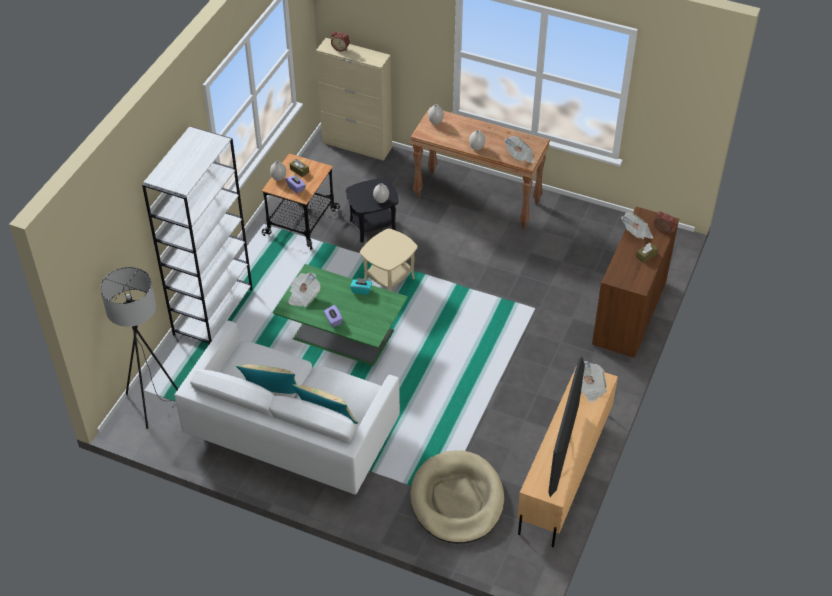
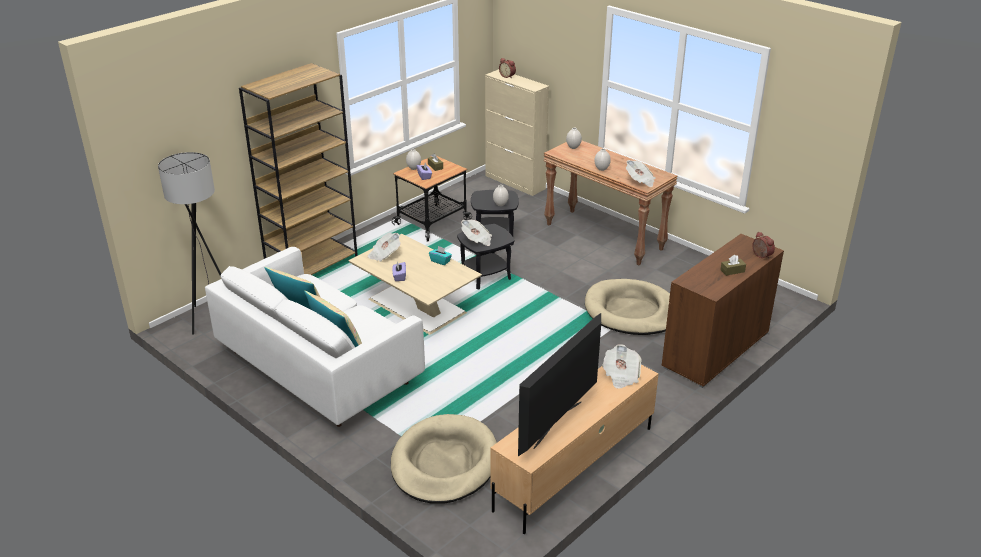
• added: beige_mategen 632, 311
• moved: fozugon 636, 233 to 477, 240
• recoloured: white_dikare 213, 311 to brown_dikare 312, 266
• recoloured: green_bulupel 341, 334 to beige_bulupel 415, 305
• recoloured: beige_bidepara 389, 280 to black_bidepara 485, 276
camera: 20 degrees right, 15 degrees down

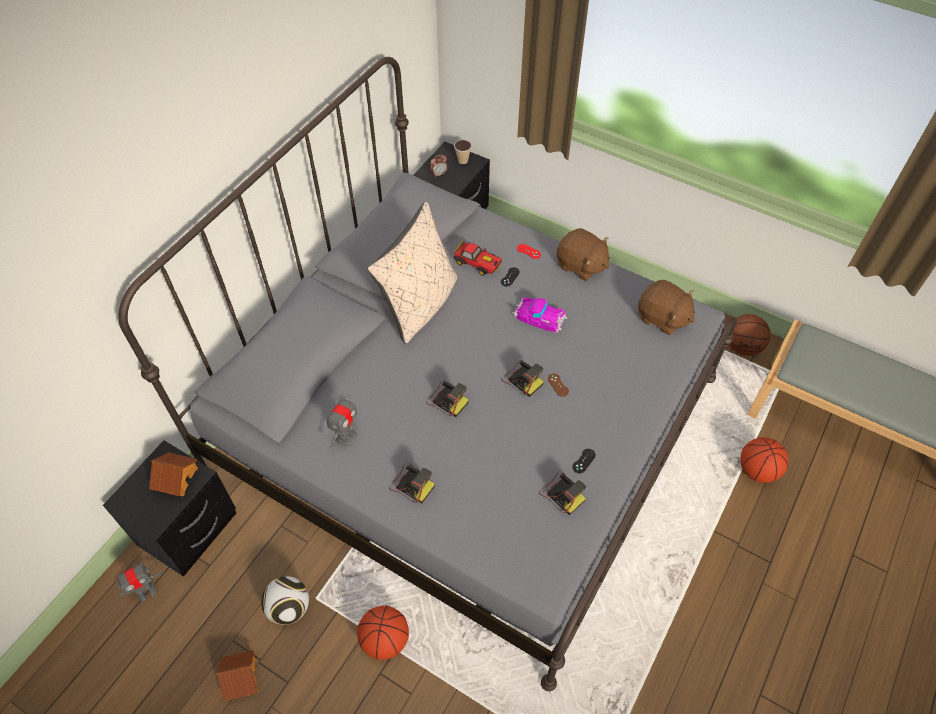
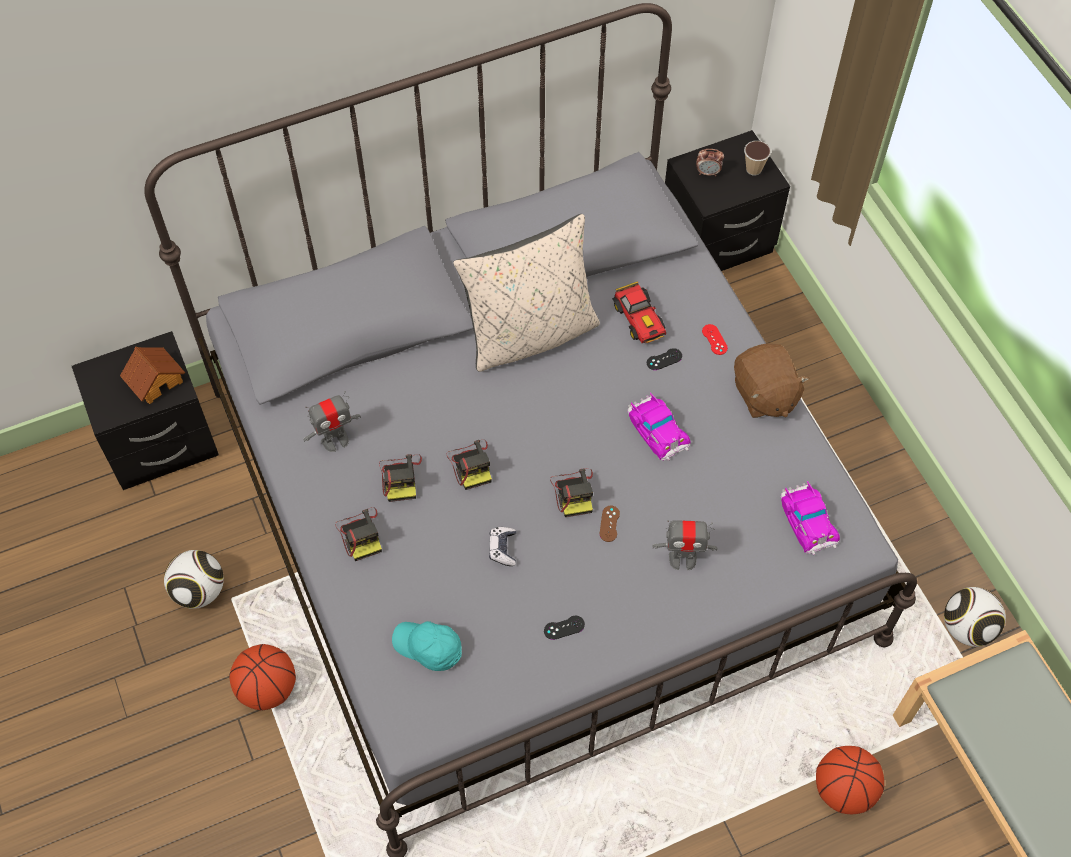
• removed: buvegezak 240, 677
• added: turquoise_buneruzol 428, 648
• added: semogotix 502, 548
• moved: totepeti 146, 591 to 682, 559
• moved: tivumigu 562, 493 to 401, 477
• replaced: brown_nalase 662, 318 to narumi 808, 520
• replaced: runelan 743, 347 to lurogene 967, 628
camera: 35 degrees right, 5 degrees up

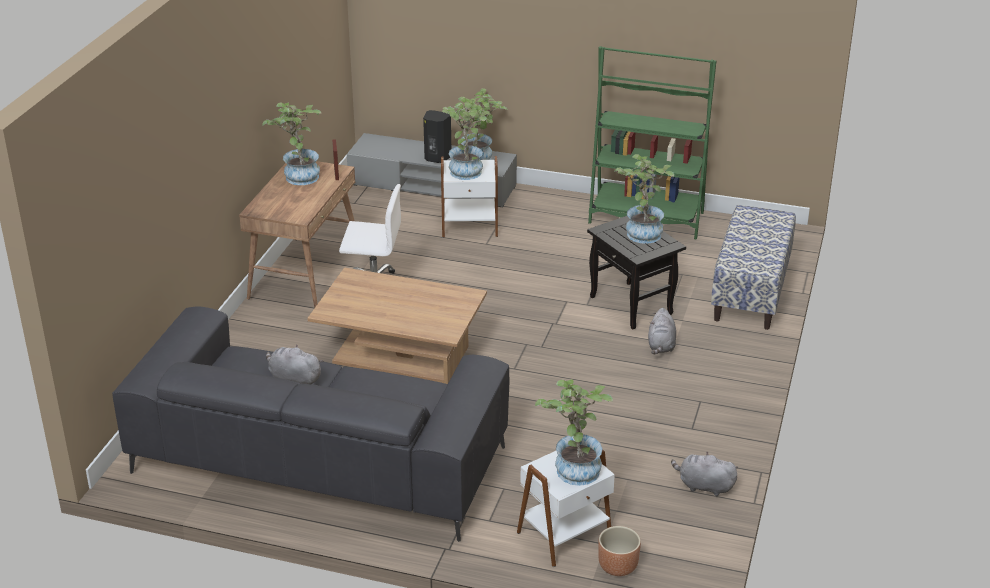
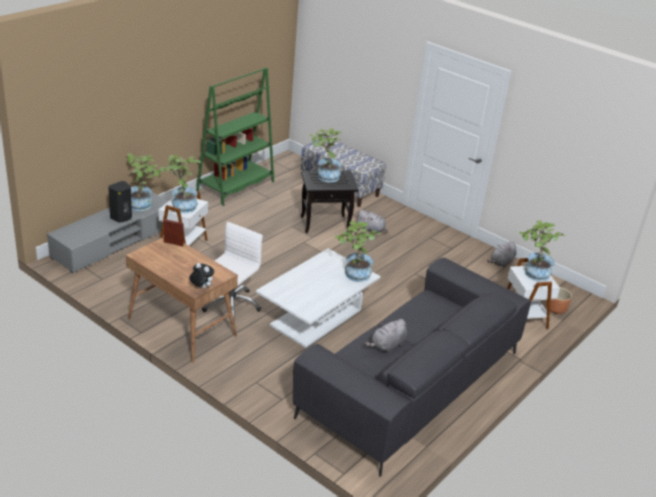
• added: nalase 201, 287
• moved: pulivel 298, 175 to 354, 275
• recoloured: brown_bulupel 400, 354 to white_bulupel 316, 318
camera: 70 degrees left, 0 degrees up

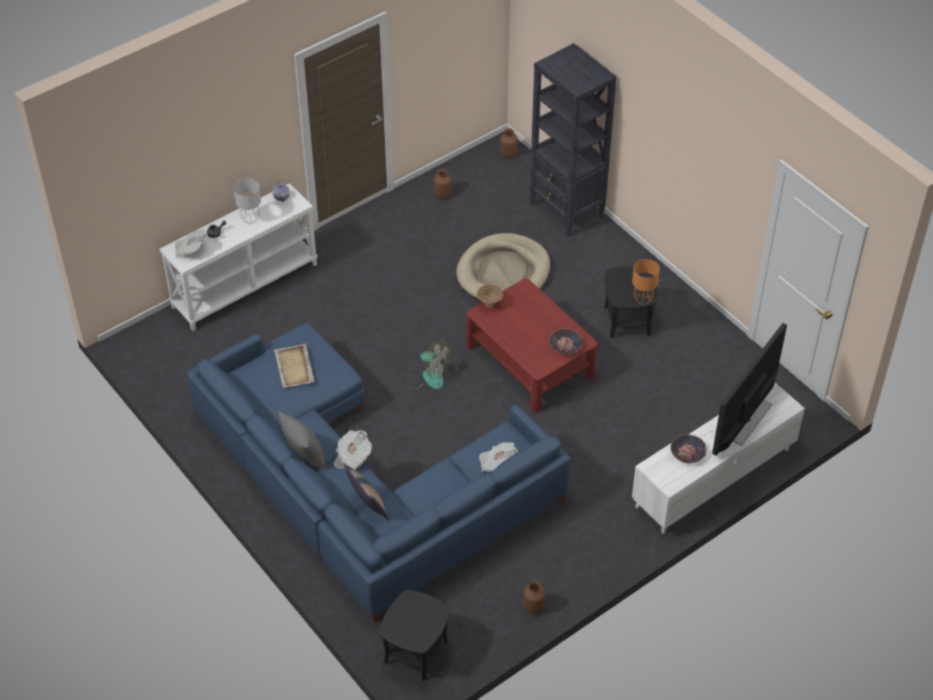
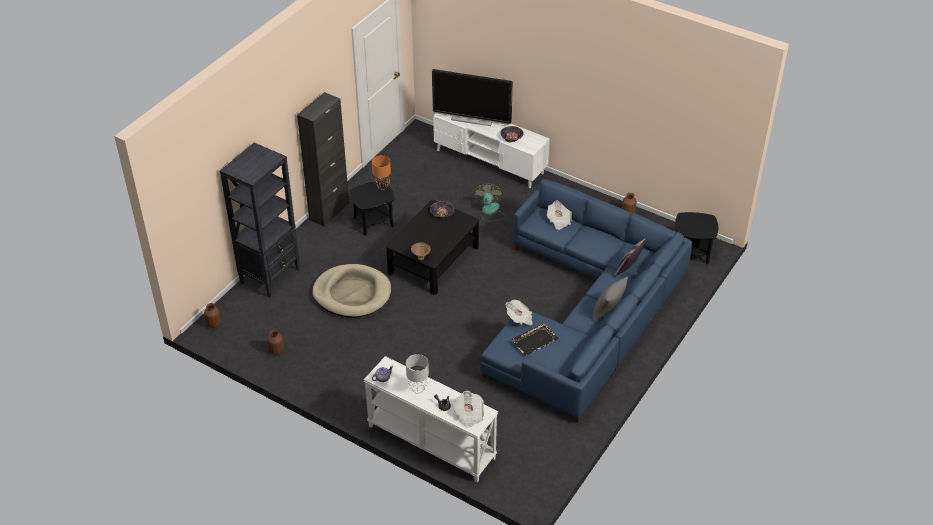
• added: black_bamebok 329, 211
• moved: fozugon 351, 457 to 519, 318
• moved: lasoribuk 427, 376 to 490, 212
• recoloured: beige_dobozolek 294, 368 to black_dobozolek 535, 340
• recoloured: red_bulupel 529, 361 to black_bulupel 433, 260
camera: 110 degrees left, 5 degrees down

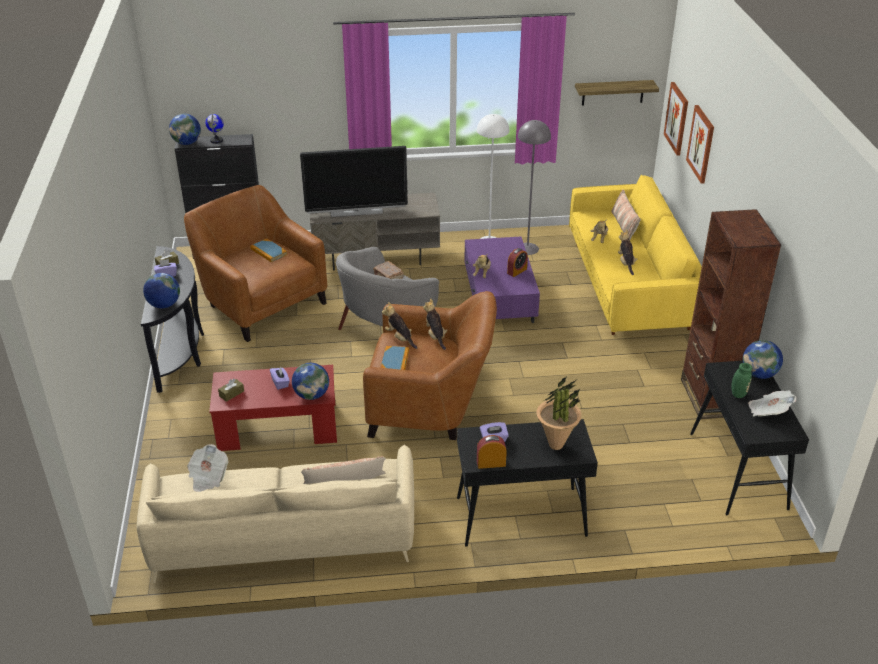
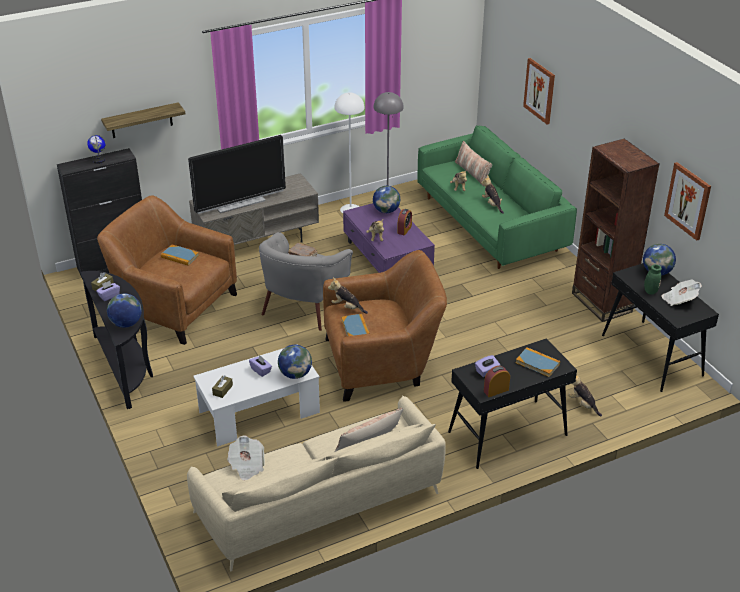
• moved: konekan 187, 143 to 386, 211
• moved: nalase 435, 336 to 583, 405
• moved: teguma 613, 92 to 141, 120
• moved: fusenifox 677, 118 to 688, 200
• replaced: pulivel 556, 444 to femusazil 537, 363
• recoloured: red_bulupel 277, 427 to white_bulupel 259, 412
• recoloured: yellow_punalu 630, 285 to green_punalu 490, 224
camera: 20 degrees left, 0 degrees up

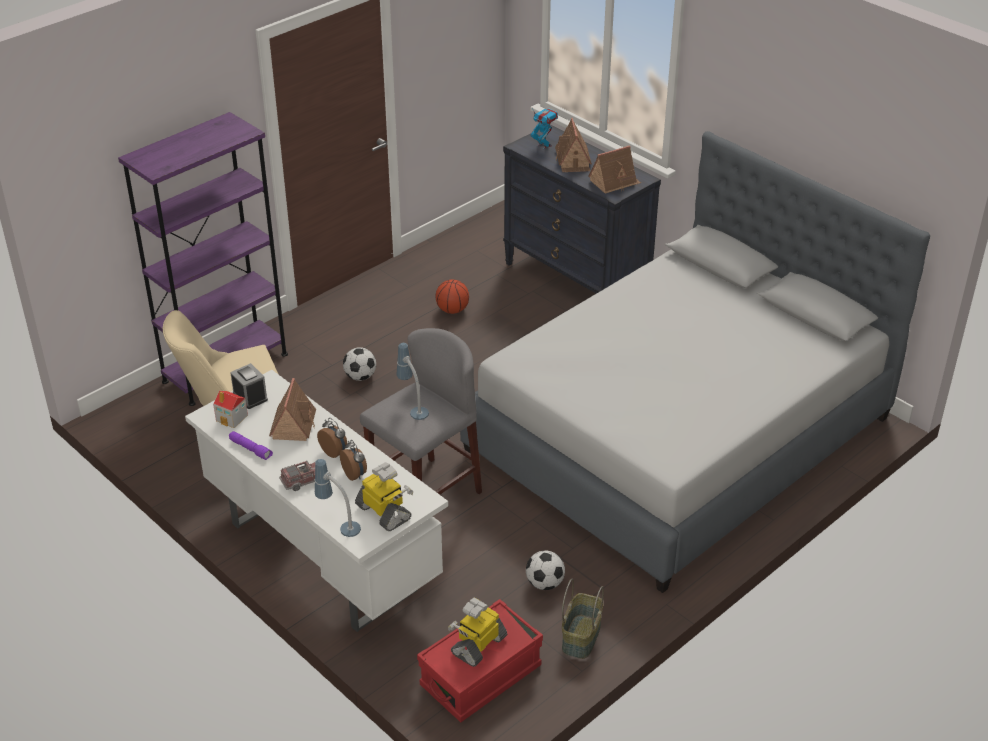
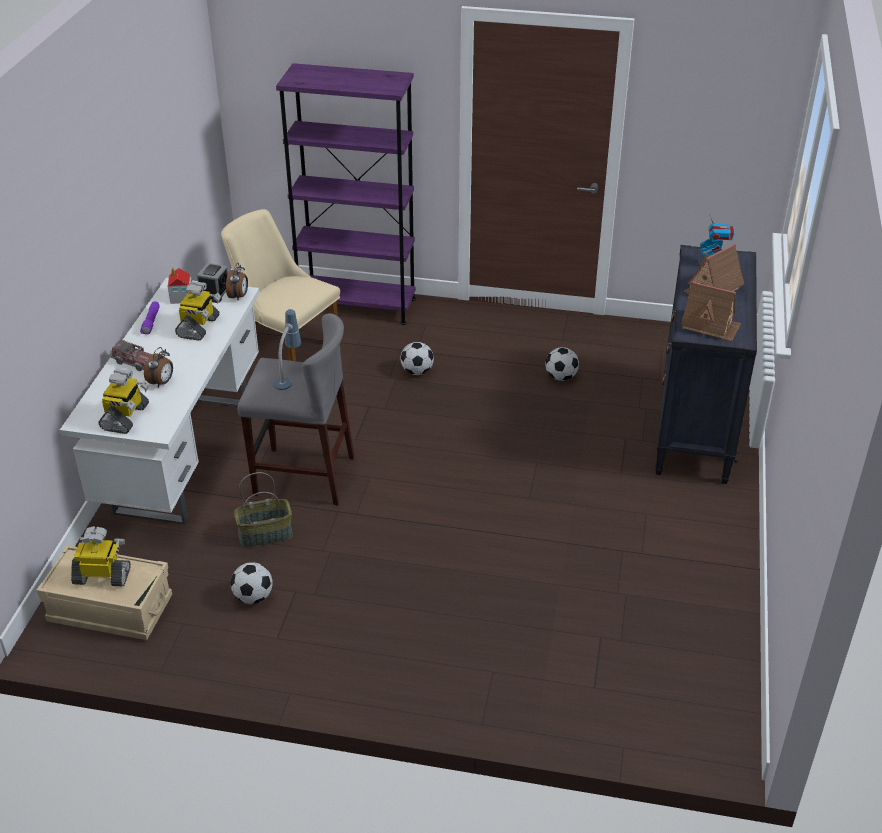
• removed: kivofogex 338, 524
• removed: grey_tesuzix 679, 435
• moved: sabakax 334, 452 to 239, 296
• moved: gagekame 580, 636 to 266, 534
• replaced: buvegezak 293, 424 to totepeti 199, 327
• replaced: runelan 452, 310 to lurogene 561, 377
• recoloured: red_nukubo 480, 676 to beige_nukubo 110, 609
camera: 55 degrees right, 0 degrees up

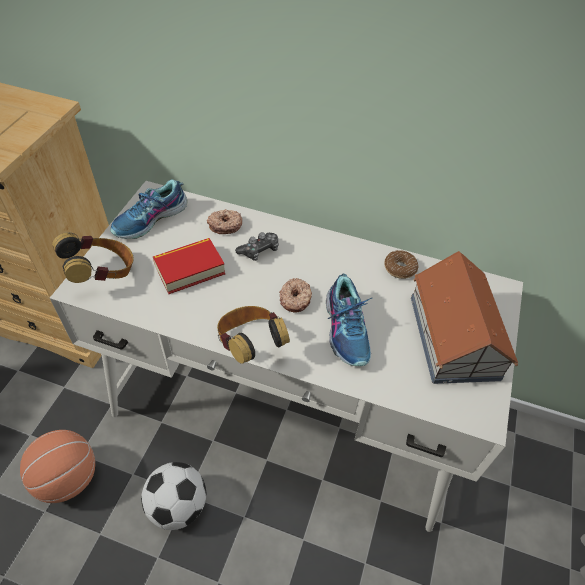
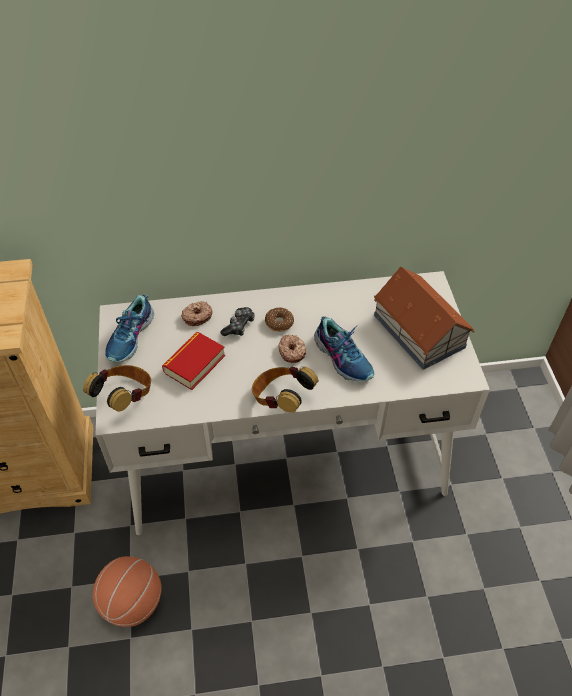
• removed: lurogene 178, 505
• moved: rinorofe 400, 268 to 279, 323
camera: 25 degrees left, 0 degrees up

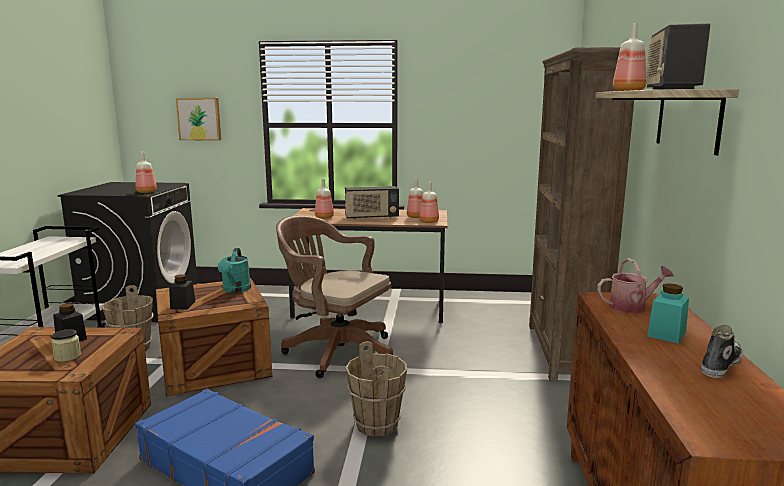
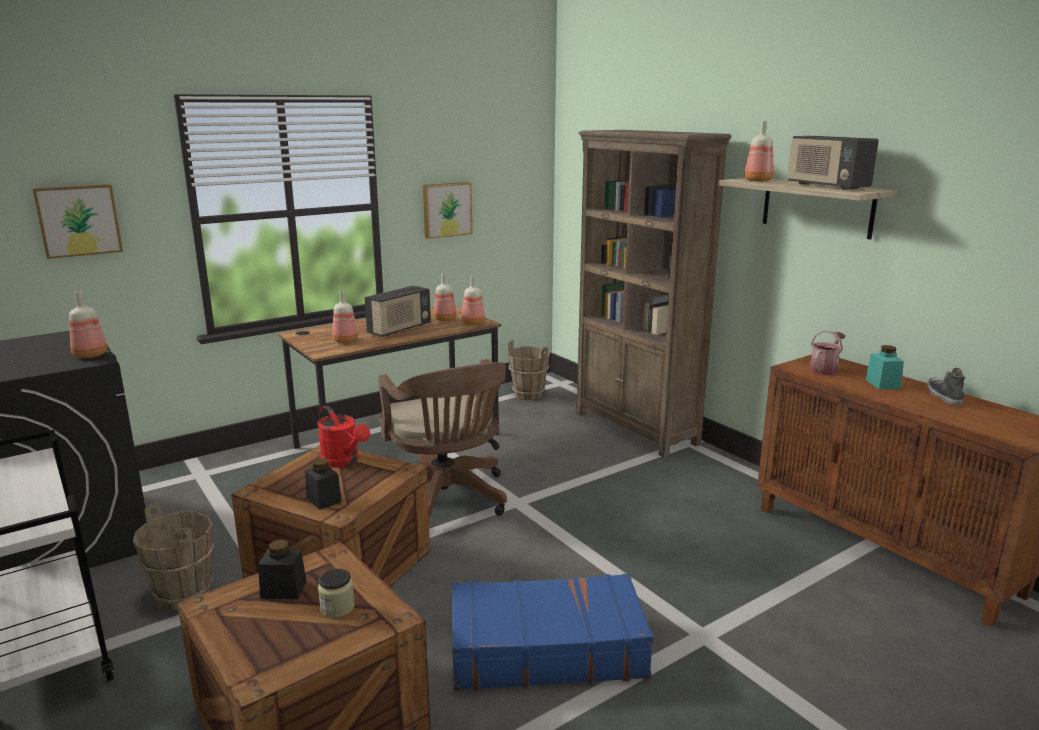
• added: fusenifox 446, 209
• moved: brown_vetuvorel 377, 424 to 528, 394
• recoloured: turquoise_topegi 235, 290 to red_topegi 344, 461
• turned: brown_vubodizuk 335, 351 = 446, 500 105 degrees counterclockwise
camera: 40 degrees left, 5 degrees up

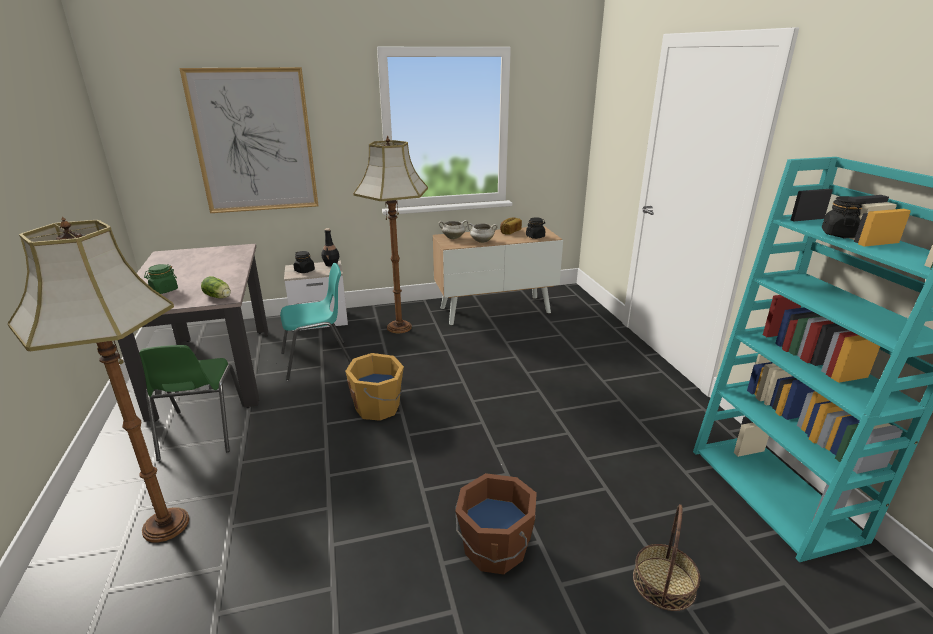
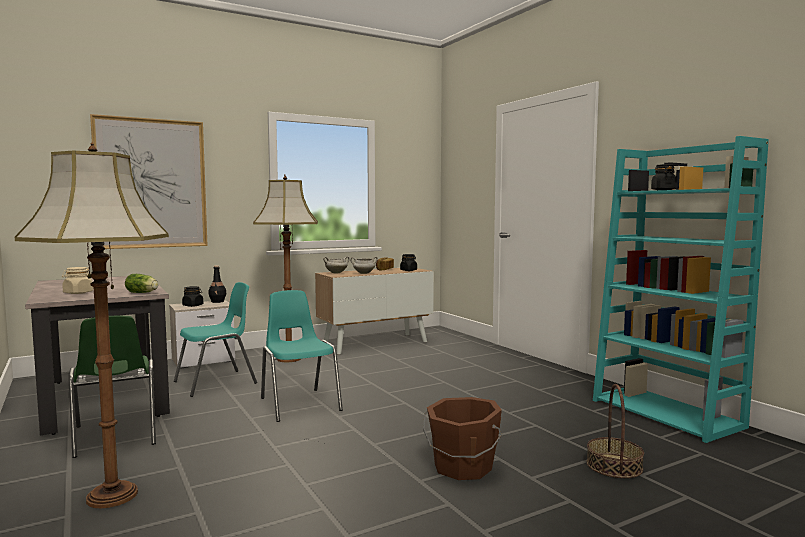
• replaced: orange_vetuvorel 379, 407 to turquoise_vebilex 299, 404
• recoloured: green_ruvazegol 164, 290 to beige_ruvazegol 78, 293
camera: 15 degrees left, 20 degrees down

